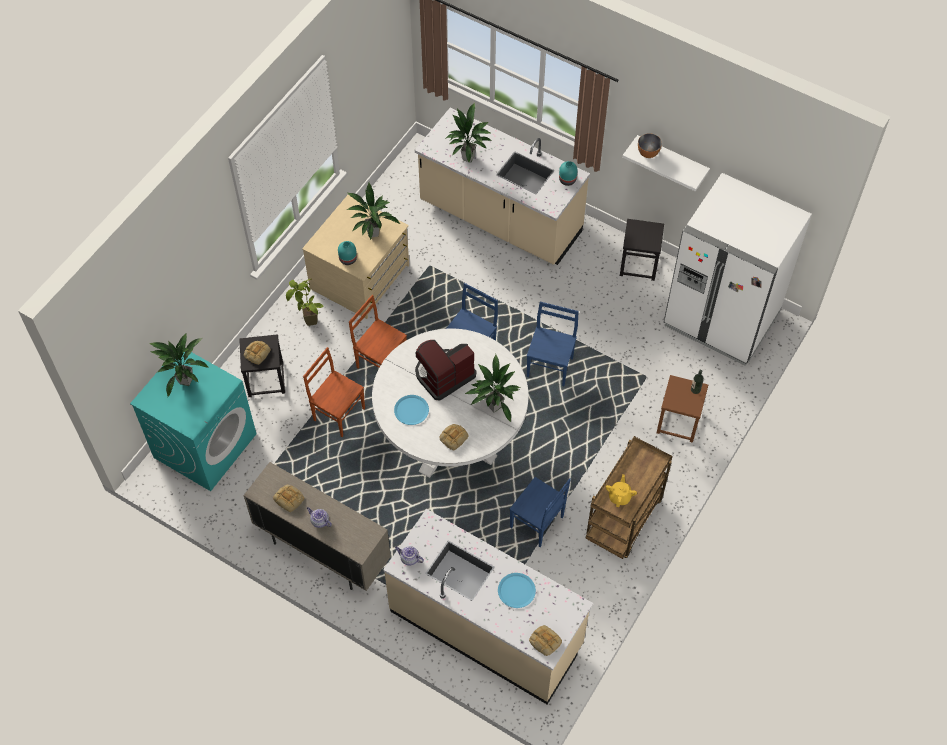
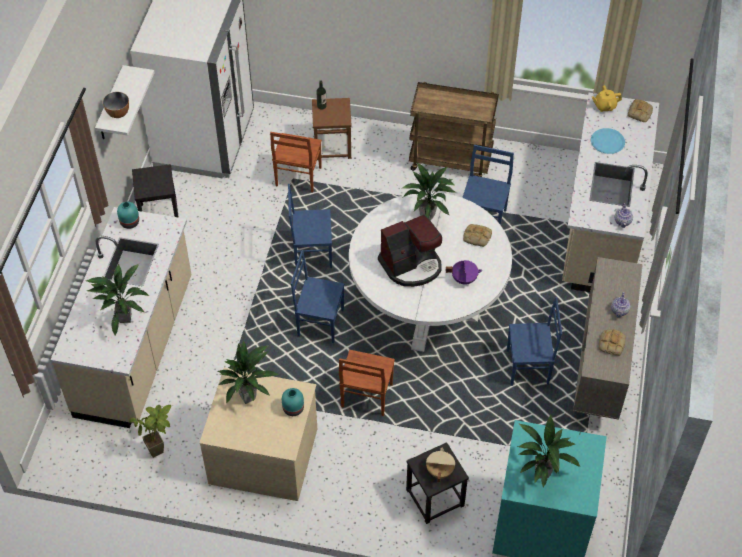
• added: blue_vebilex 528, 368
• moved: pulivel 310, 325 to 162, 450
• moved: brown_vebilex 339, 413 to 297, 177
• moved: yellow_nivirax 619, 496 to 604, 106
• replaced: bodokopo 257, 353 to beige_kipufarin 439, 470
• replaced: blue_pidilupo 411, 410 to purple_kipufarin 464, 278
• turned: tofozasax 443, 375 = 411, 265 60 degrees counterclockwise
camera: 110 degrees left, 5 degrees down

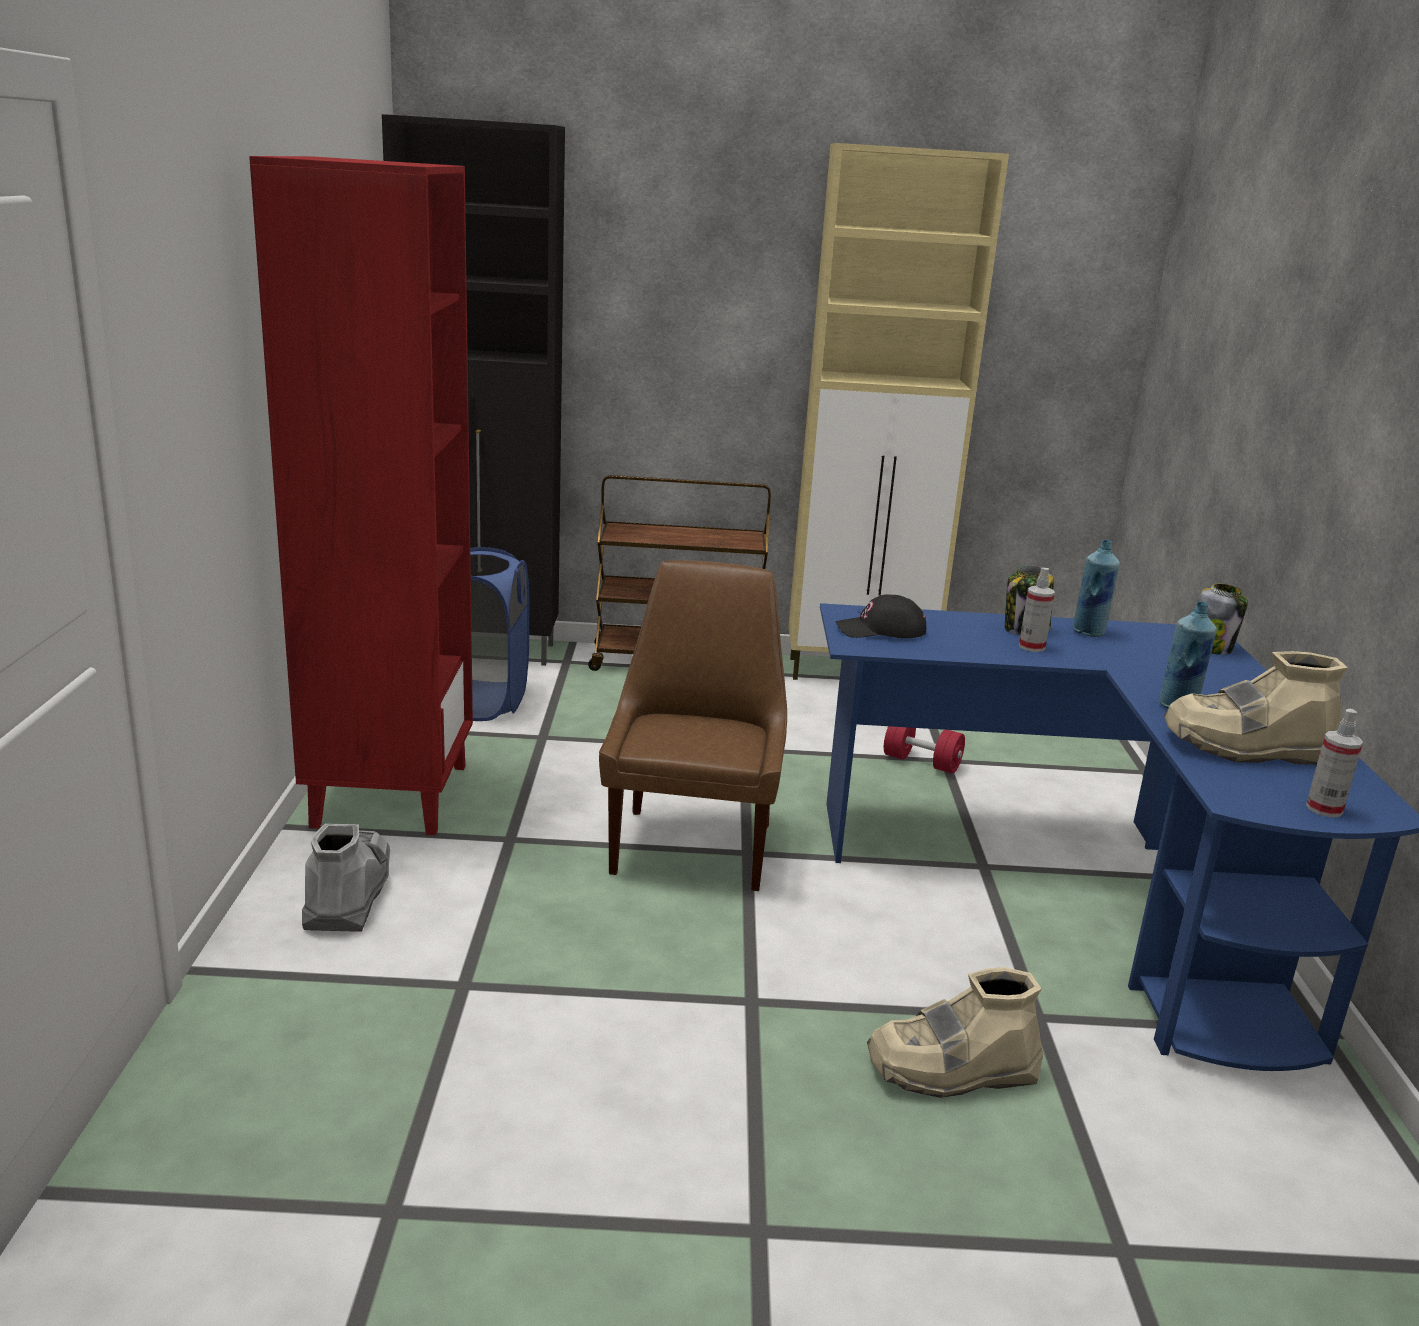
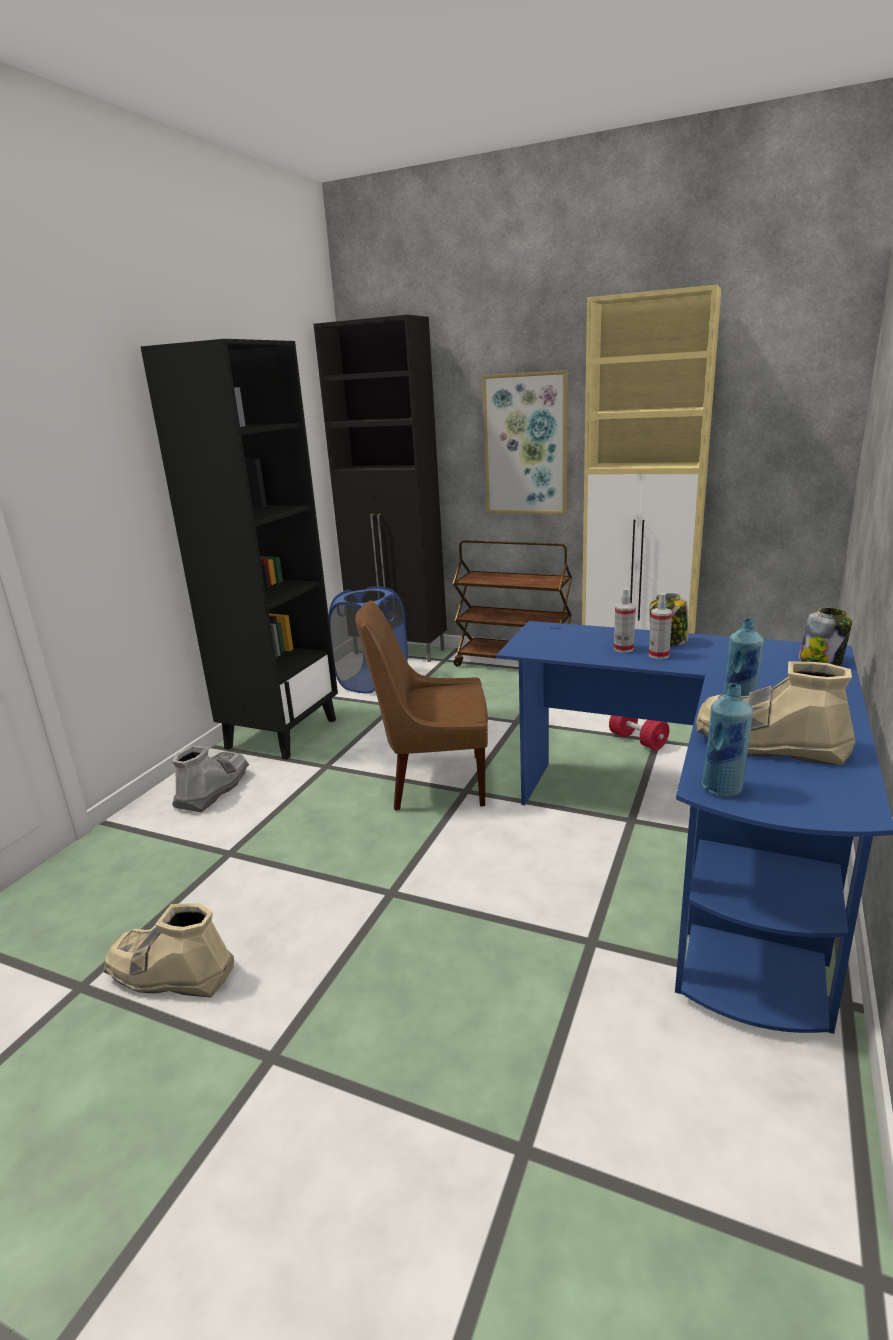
• removed: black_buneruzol 881, 630
• added: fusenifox 526, 445
• moved: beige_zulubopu 951, 1070 to 171, 973
• moved: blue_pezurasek 1089, 632 to 722, 788
• moved: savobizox 1324, 809 to 623, 649
• recoloured: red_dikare 390, 794 to black_dikare 281, 733
• turned: brown_vebilex 693, 845 = 434, 782 120 degrees counterclockwise
camera: 25 degrees right, 0 degrees up

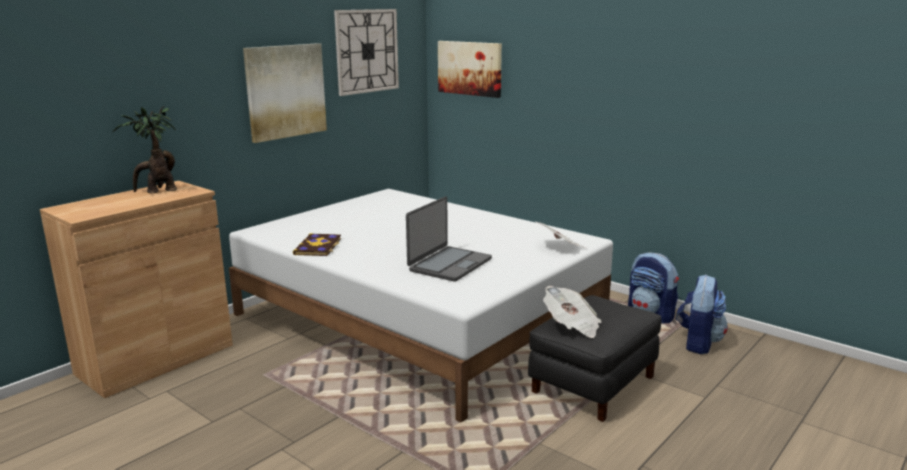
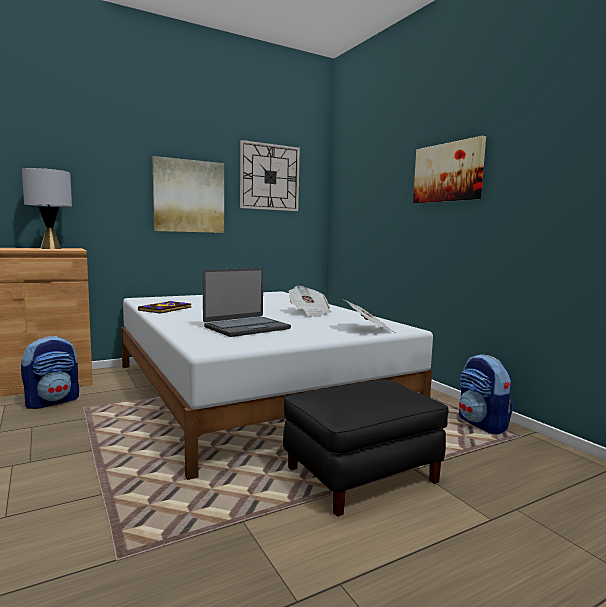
• moved: fusenifox 470, 68 to 448, 172
• moved: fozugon 572, 326 to 309, 313
• moved: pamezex 698, 343 to 52, 401
• replaced: pulivel 158, 191 to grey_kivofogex 50, 248
camera: 20 degrees right, 10 degrees down

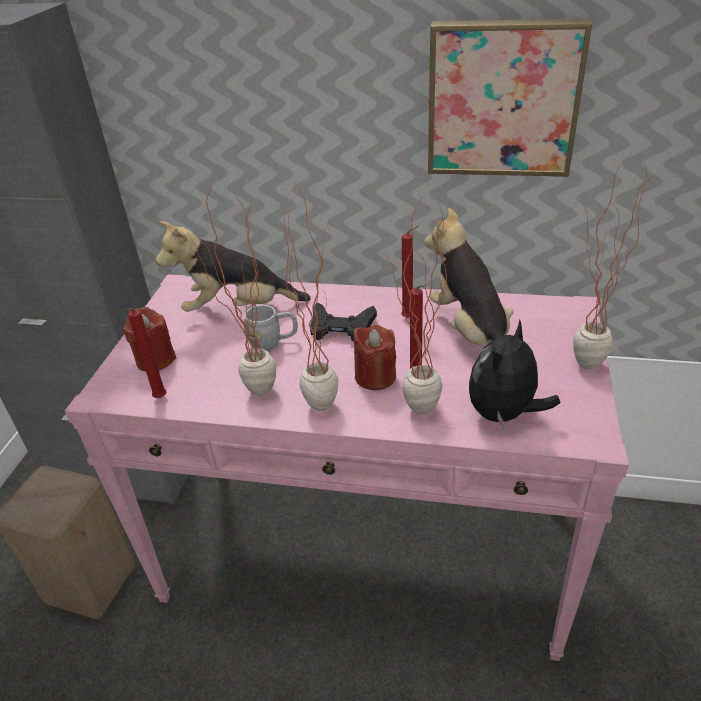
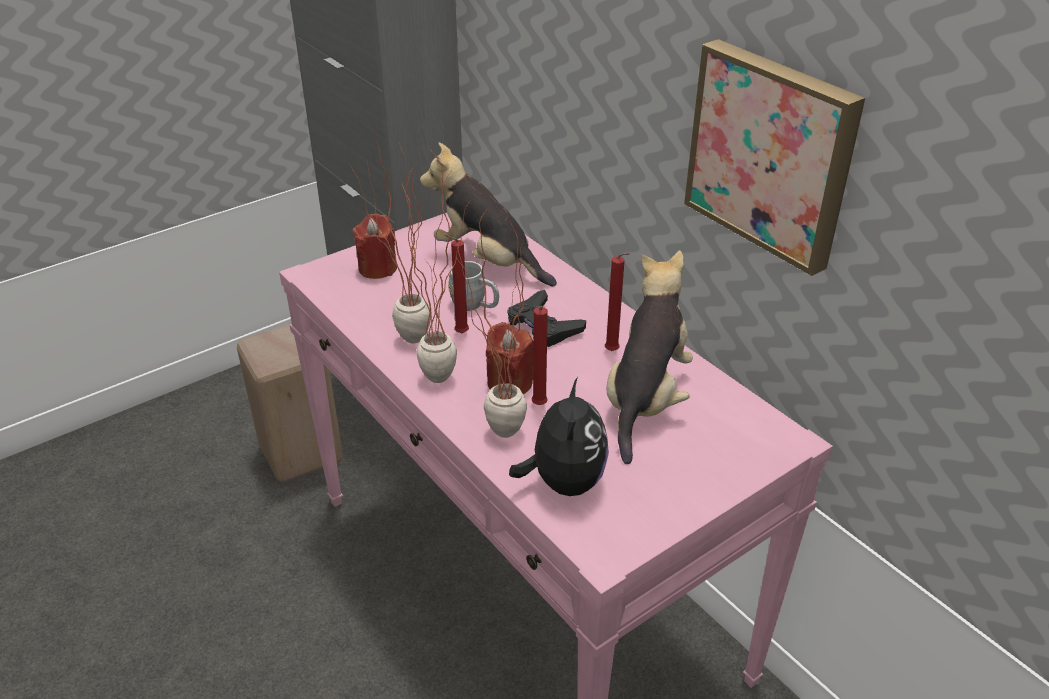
• removed: pulivel 580, 369
• moved: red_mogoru 159, 399 to 459, 334
• turned: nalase 504, 414 = 564, 481 105 degrees clockwise
camera: 40 degrees right, 0 degrees up

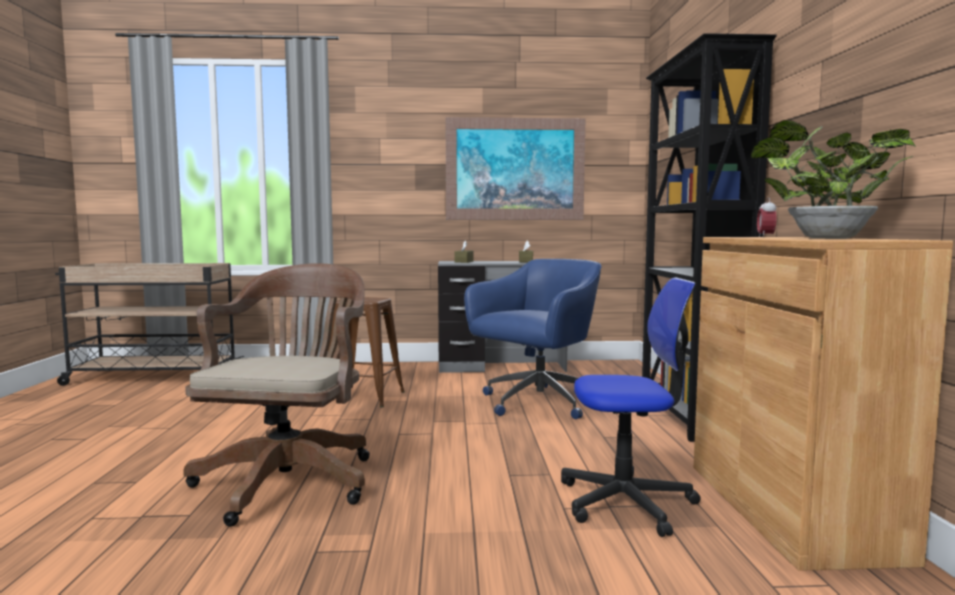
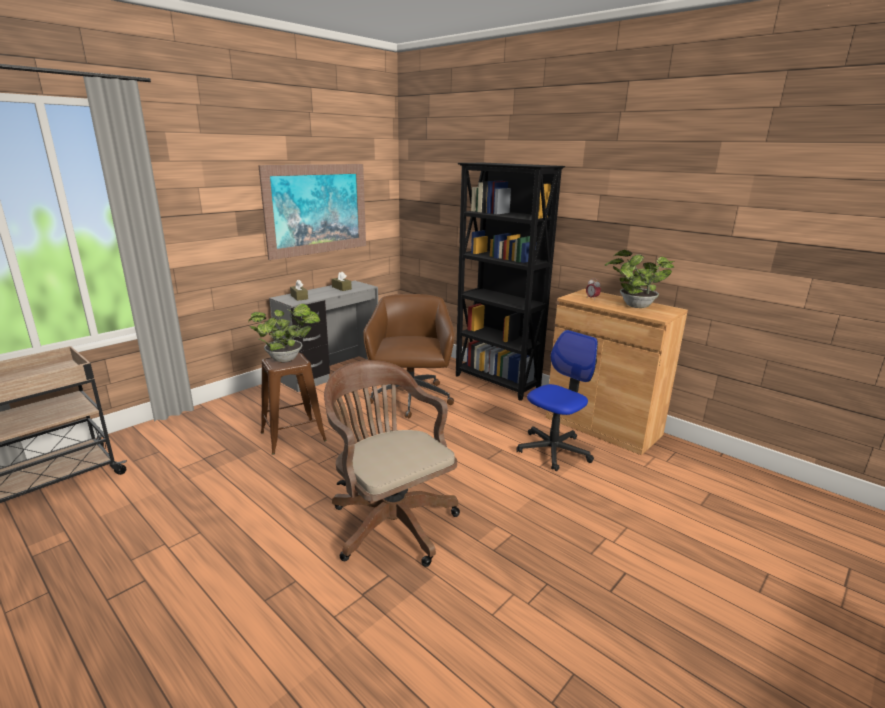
• added: pulivel 287, 359
• recoloured: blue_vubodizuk 536, 403 to brown_vubodizuk 410, 399
camera: 45 degrees left, 15 degrees up

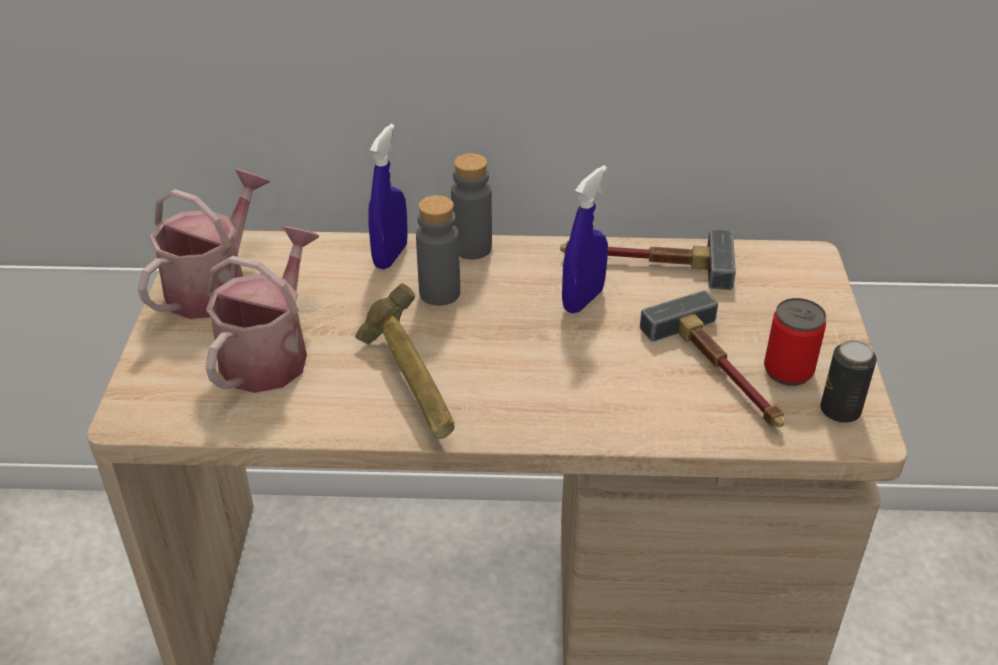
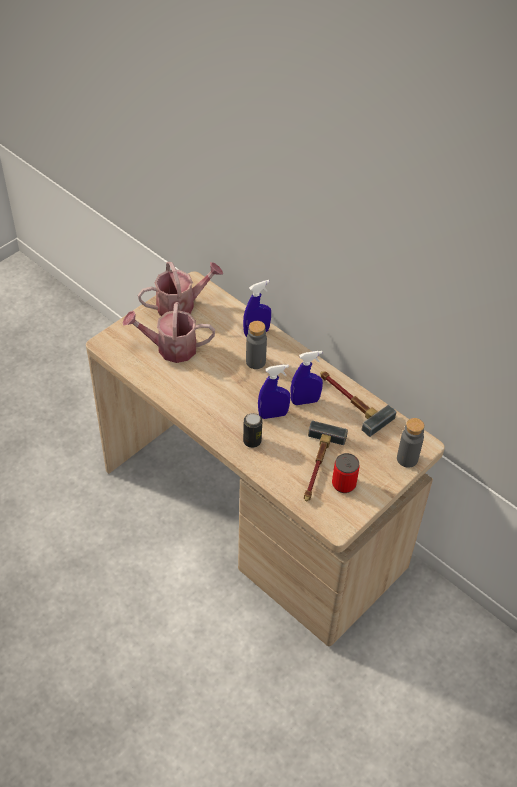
• removed: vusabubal 411, 387
• added: blue_savobizox 273, 414
• moved: grey_pezurasek 472, 248 to 407, 459
• moved: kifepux 840, 411 to 252, 441
• turned: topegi 270, 353 = 171, 348 150 degrees counterclockwise
camera: 40 degrees right, 10 degrees up

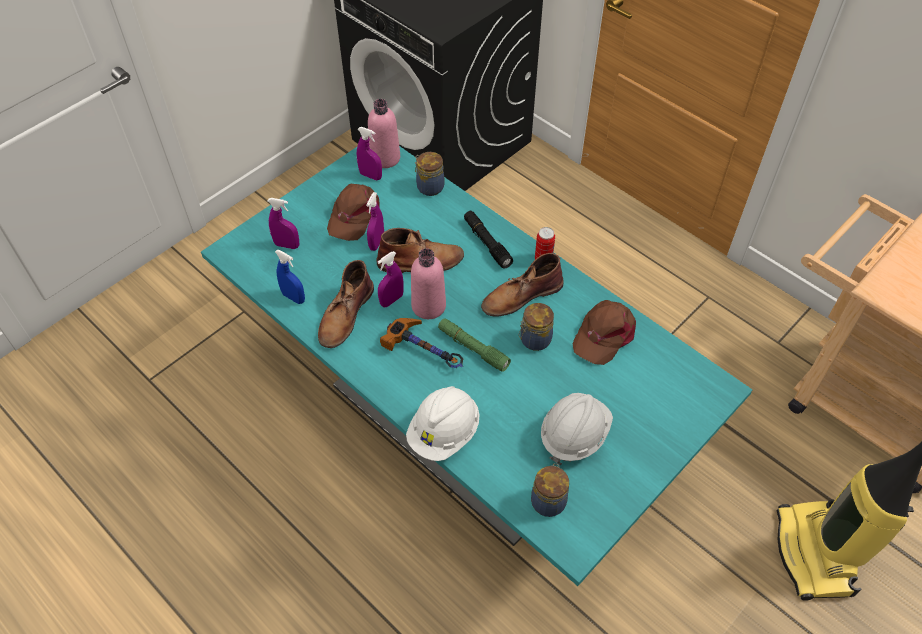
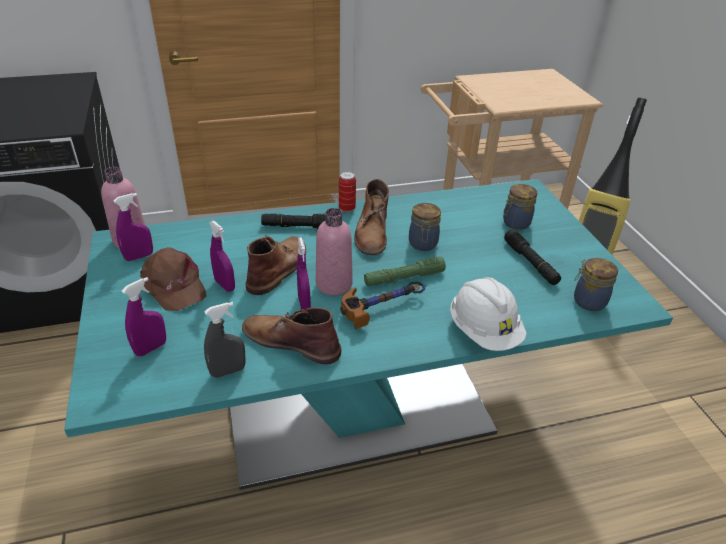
• removed: brown_buneruzol 604, 334
• moved: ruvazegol 429, 187 to 515, 223
• replaced: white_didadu 574, 435 to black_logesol 530, 263
• recoloured: blue_savobizox 293, 297 to grey_savobizox 228, 371
• turned: brown_zulubopu 345, 315 = 290, 341 150 degrees clockwise
camera: 60 degrees left, 15 degrees down

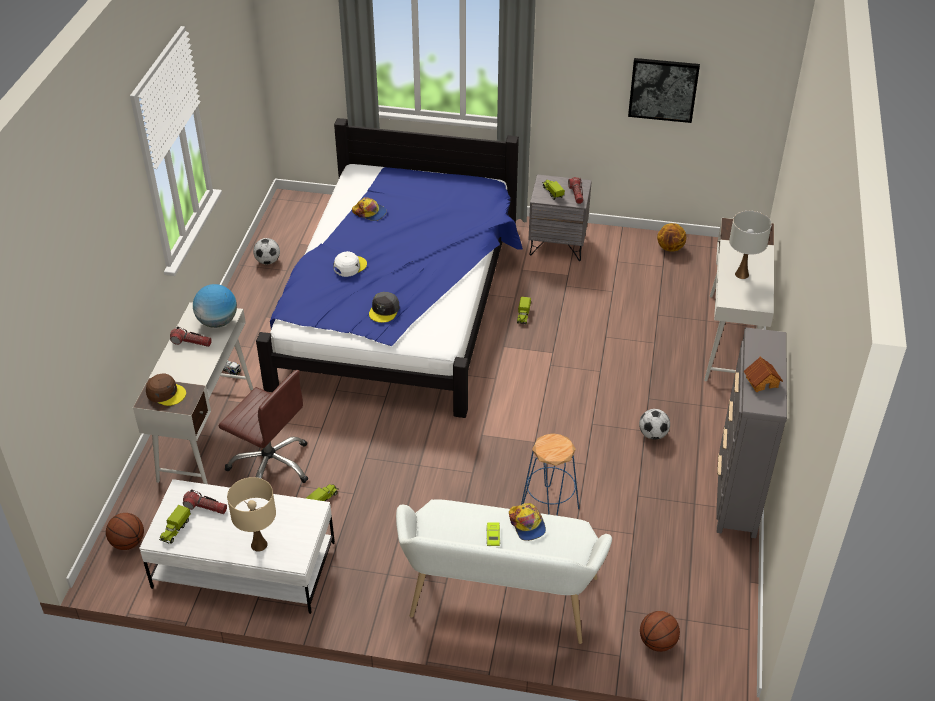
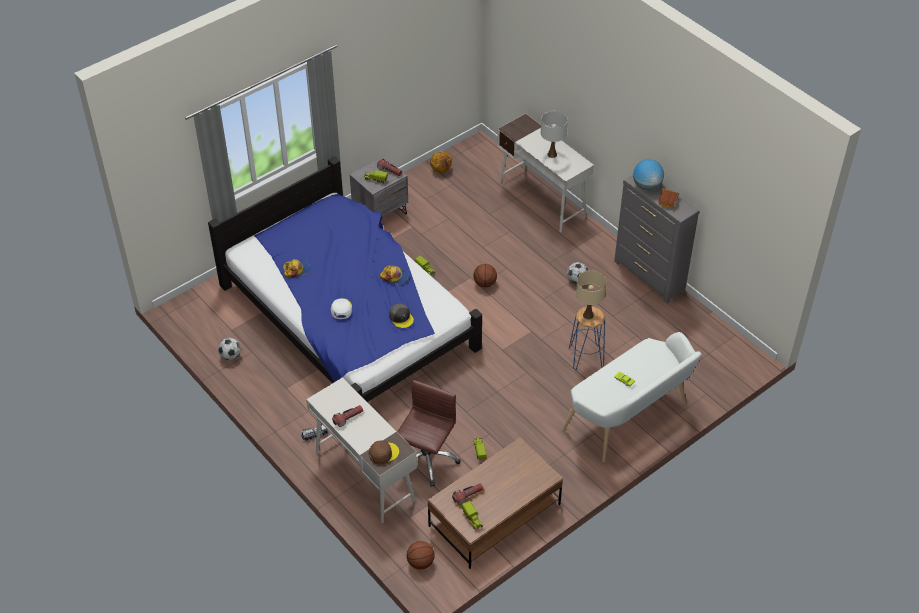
• removed: fusenifox 663, 89
• moved: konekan 218, 322 to 647, 186
• moved: beige_kivofogex 259, 545 to 588, 315
• moved: buneruzol 527, 524 to 395, 277
• moved: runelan 657, 642 to 485, 283
• recoloured: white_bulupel 244, 565 to brown_bulupel 494, 515
• turned: brown_vubodizuk 271, 465 = 426, 459 45 degrees counterclockwise
camera: 50 degrees left, 5 degrees up

